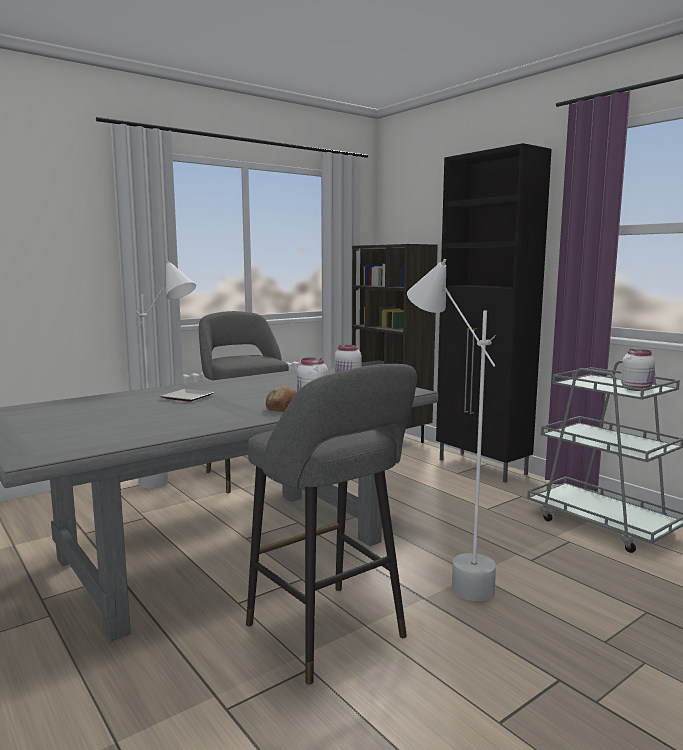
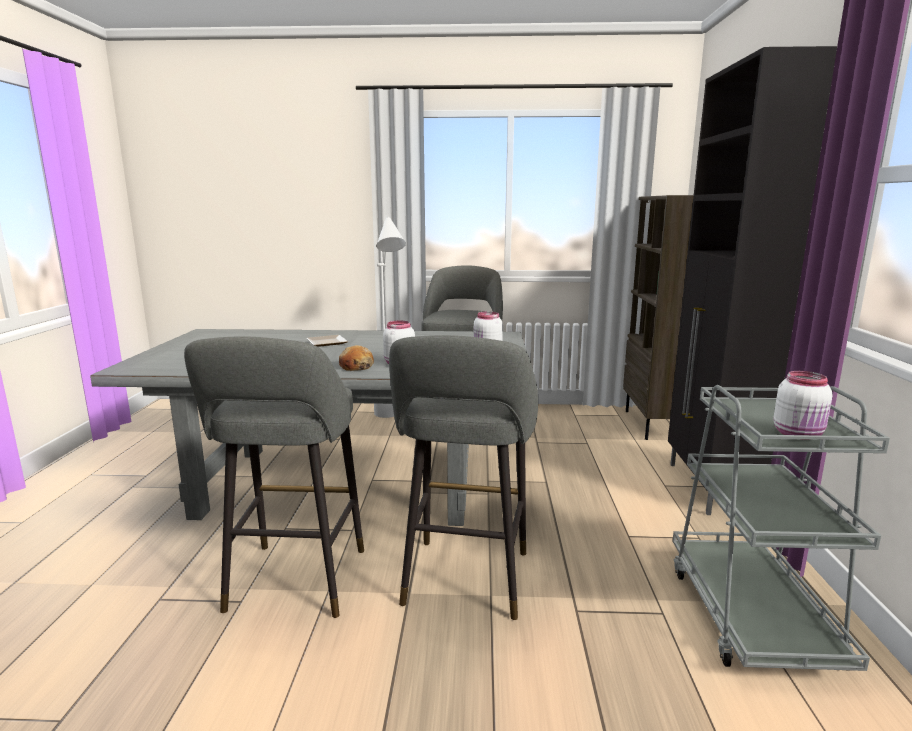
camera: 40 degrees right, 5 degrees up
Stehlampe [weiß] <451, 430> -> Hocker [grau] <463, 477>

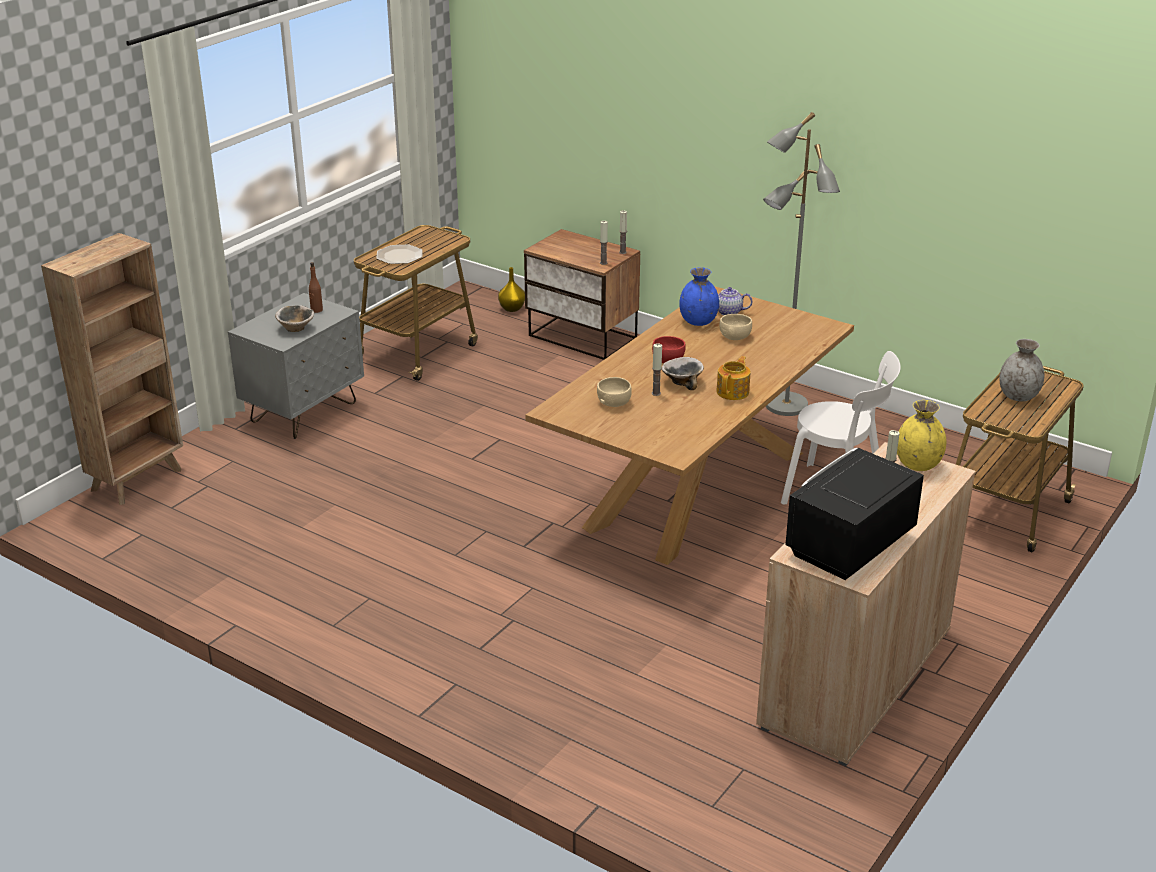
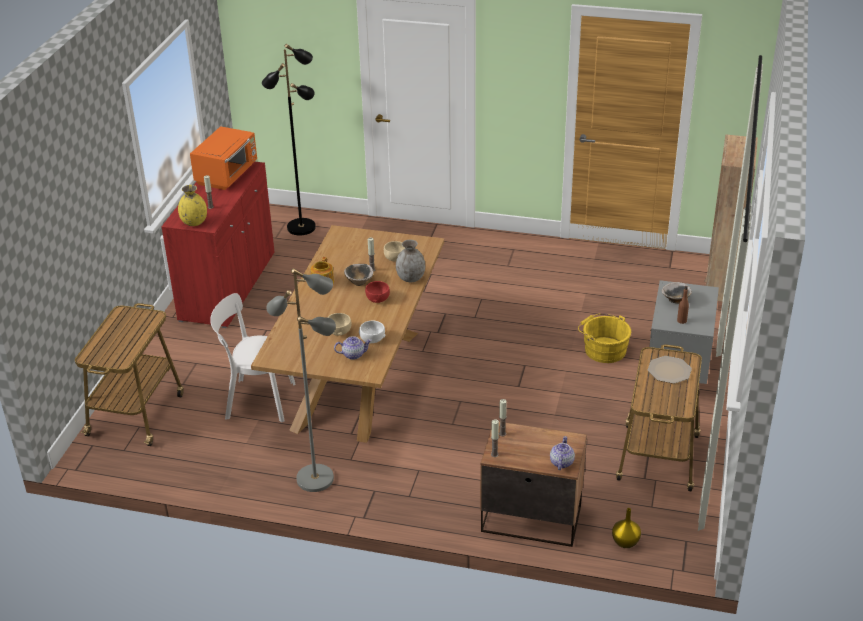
camera: 160 degrees right, 5 degrees up
Vase [blau] <699, 296> -> Schüssel [weiß] <372, 331>
Vase [grau] <1021, 370> -> Vase [grau] <410, 261>, move
Schrank [beige] <866, 604> -> Schrank [rot] <217, 245>
Mikrowelle [schwarz] <854, 514> -> Mikrowelle [orange] <223, 158>
none -> Stehlampe [schwarz] <289, 139>
none -> Eimer [gelb] <604, 338>
none -> Teekanne <562, 453>

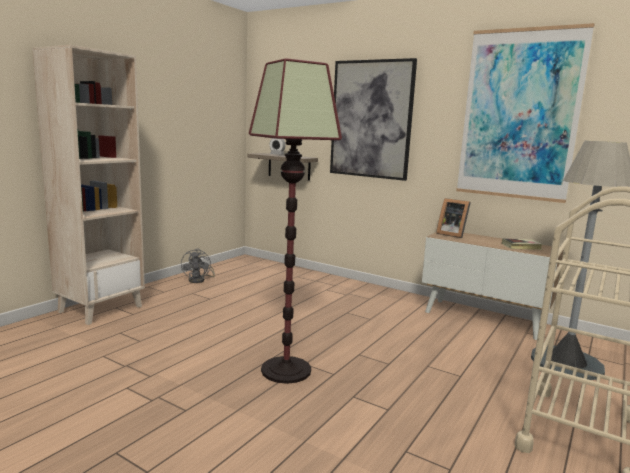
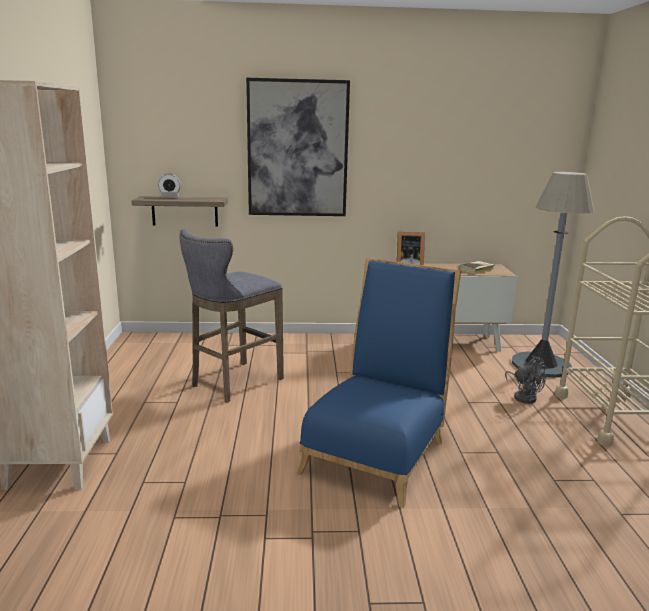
camera: 35 degrees left, 5 degrees up
Bild <525, 113> -> none
Stehlampe <295, 221> -> Stuhl [blau] <379, 383>
Ventilator [grau] <198, 266> -> Ventilator [grau] <526, 379>, move
none -> Hocker [grau] <232, 316>

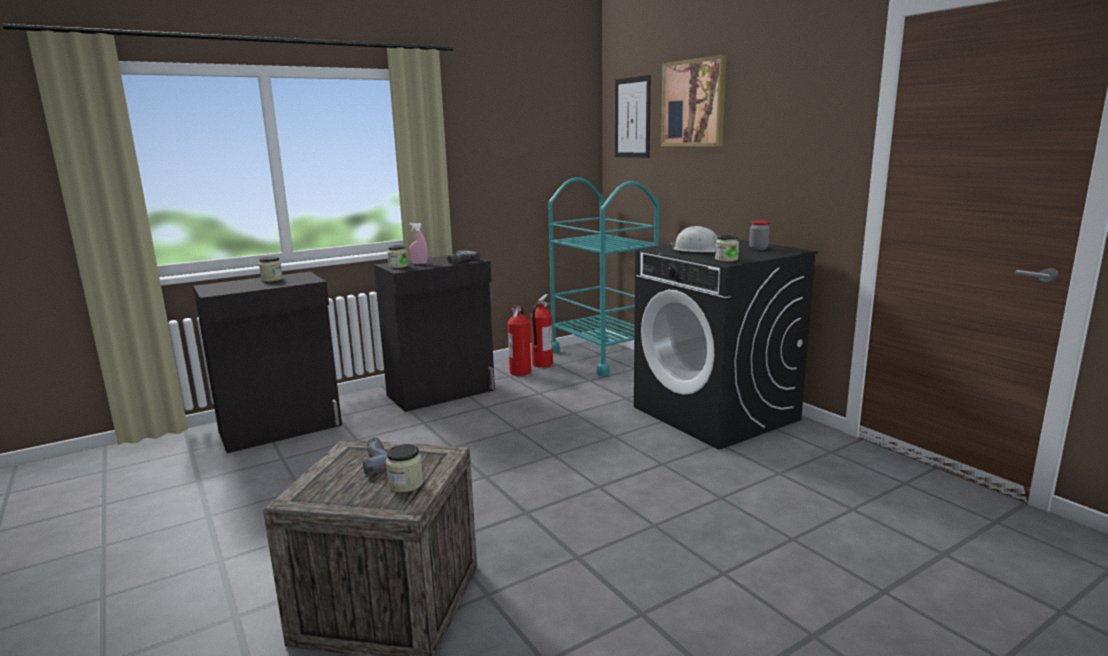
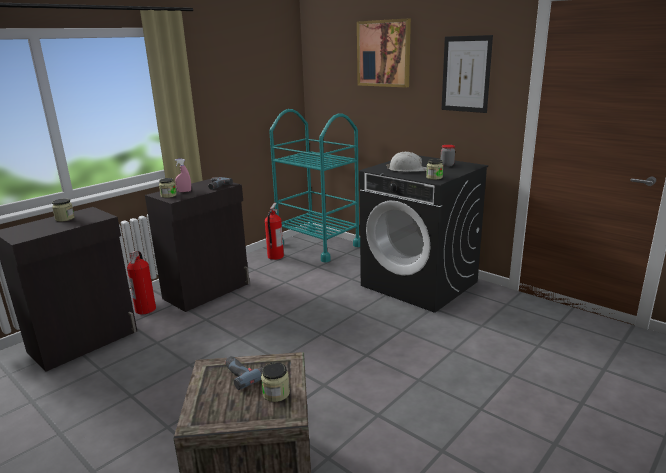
camera: 15 degrees left, 5 degrees up
Bild <633, 116> -> Bild <467, 74>, move
Feuerlöscher <519, 340> -> Feuerlöscher <141, 282>, move

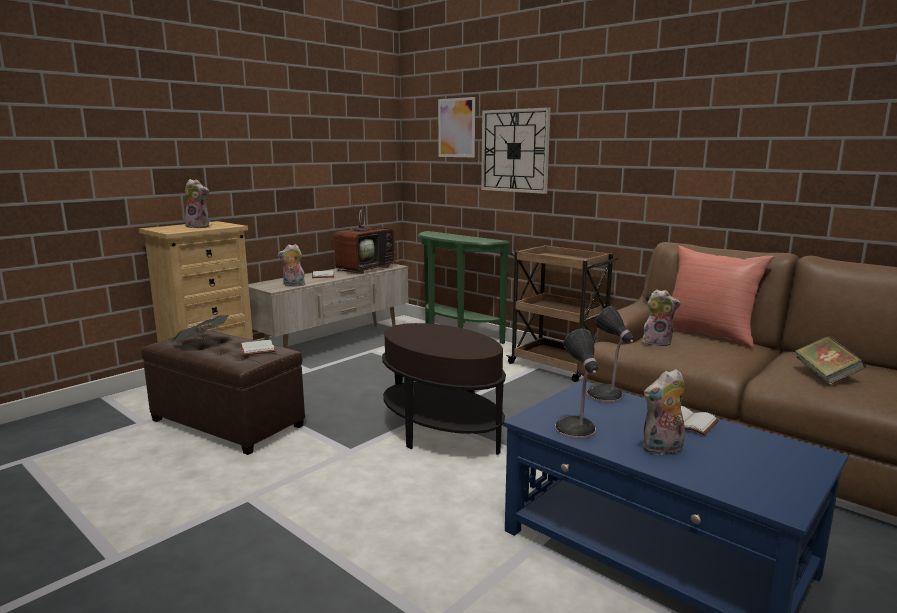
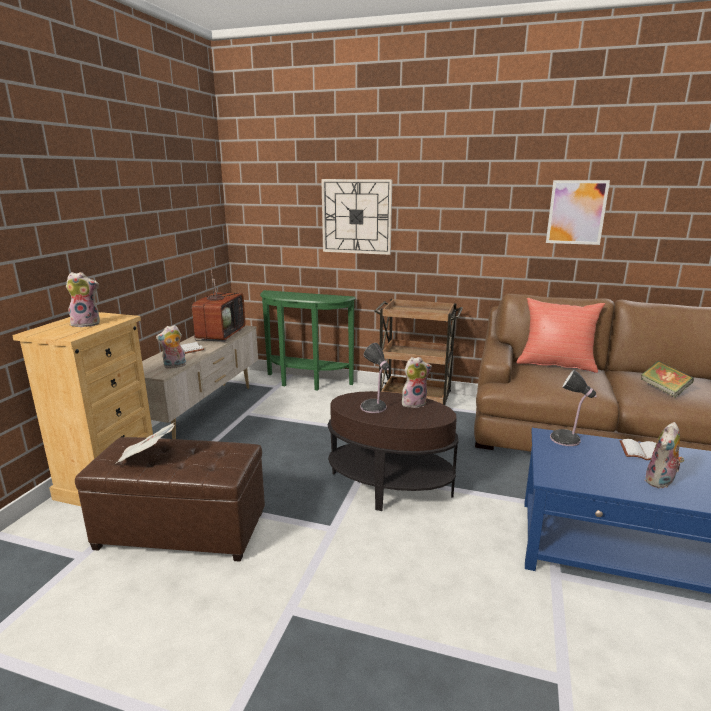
camera: 25 degrees left, 5 degrees up
Bild <456, 127> -> Bild <578, 212>, move
Plüschtier <661, 317> -> Plüschtier <417, 382>, move
Tischlampe <576, 384> -> Tischlampe <374, 378>, move
Buch [weiß] <258, 348> -> none

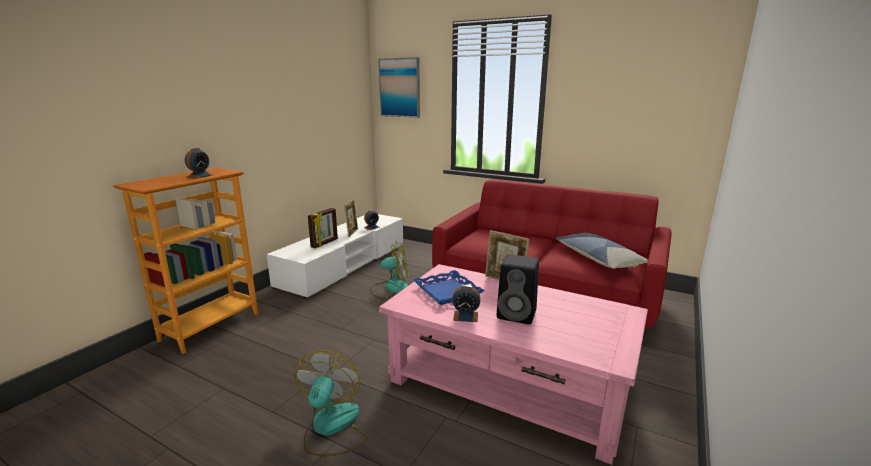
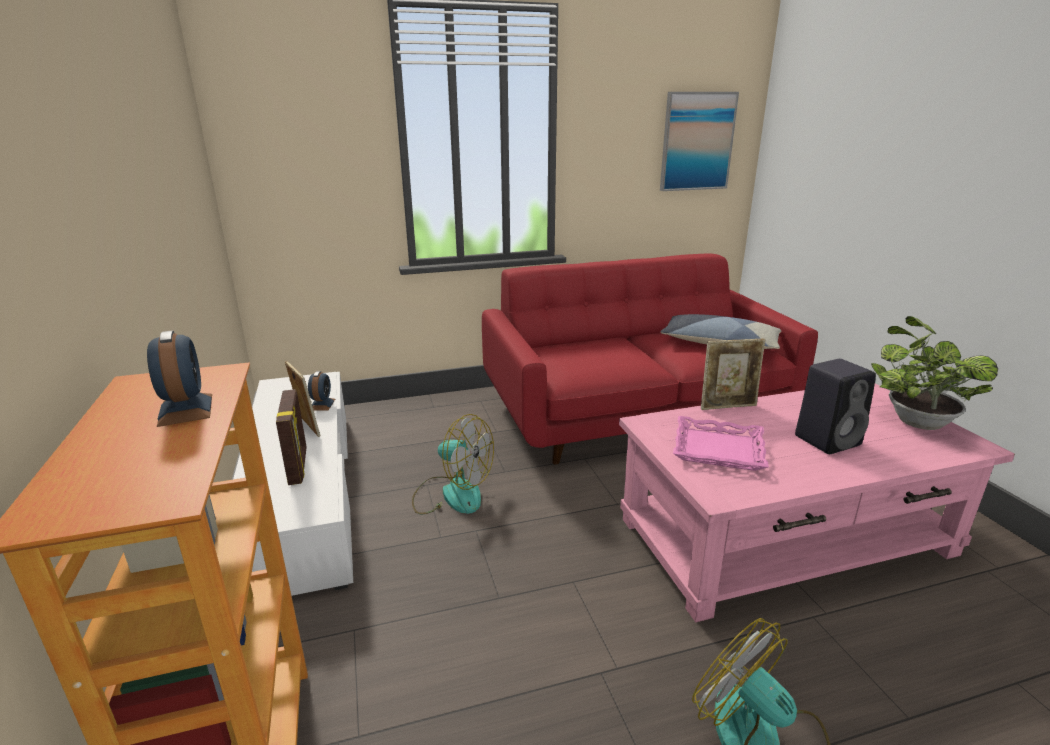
camera: 45 degrees left, 5 degrees up
Bild <399, 87> -> Bild <699, 141>, move
Ventilator <389, 270> -> Ventilator <453, 464>, 75 degrees clockwise
Tablett [blau] <449, 287> -> Tablett [rosa] <721, 443>
Wecker <466, 303> -> none
none -> Topfpflanze <934, 373>

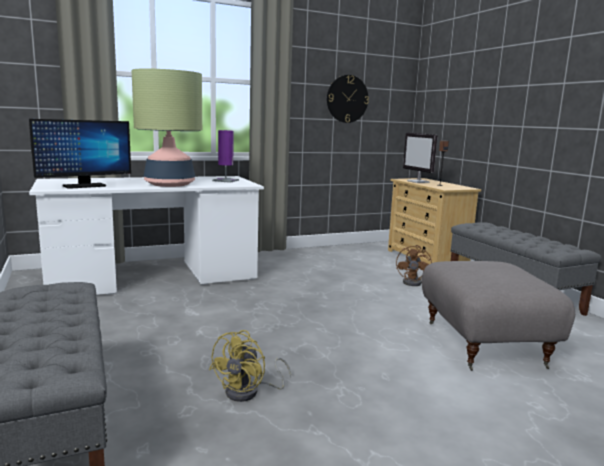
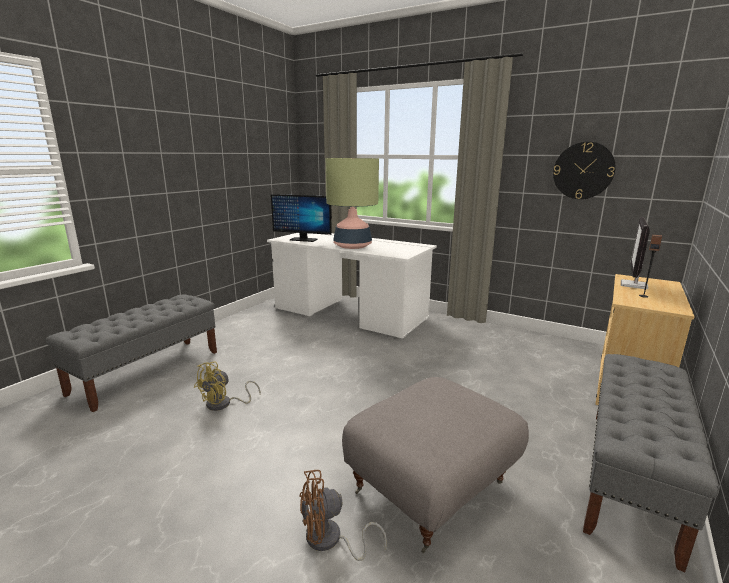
camera: 55 degrees right, 5 degrees up
Tischlampe [lila] <225, 156> -> none
Ventilator [braun] <414, 265> -> Ventilator [braun] <343, 515>, move
Ventilator [gelb] <250, 366> -> Ventilator [gelb] <227, 386>, 45 degrees counterclockwise

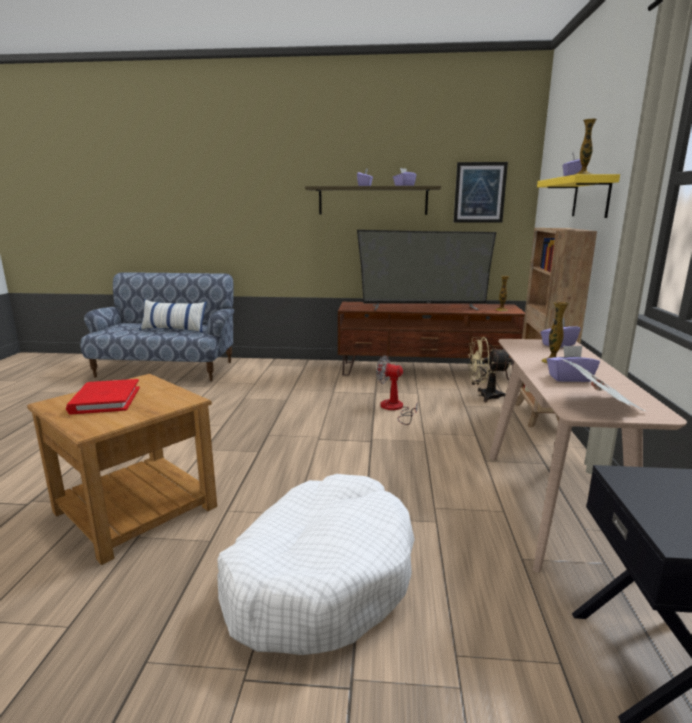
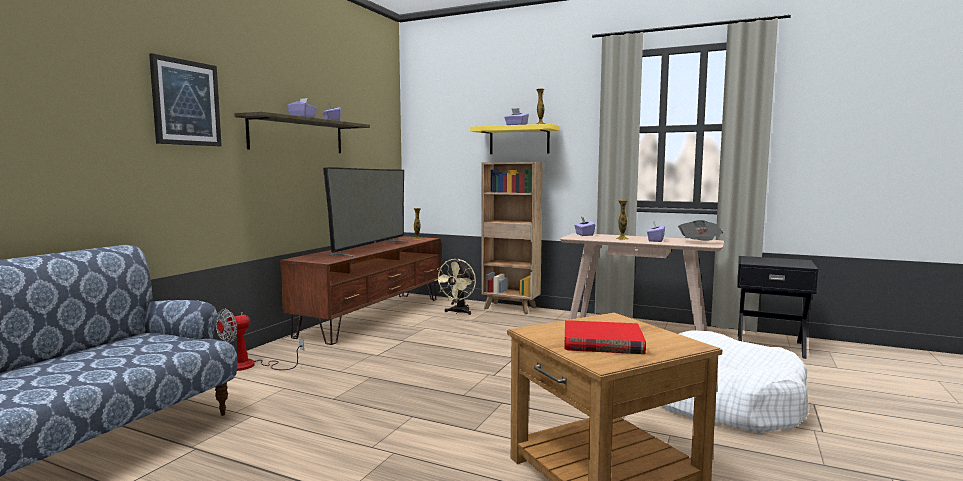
camera: 70 degrees left, 10 degrees down
Bild <481, 192> -> Bild <185, 99>, move
Kissen <173, 316> -> none
Ventilator <397, 390> -> Ventilator <260, 339>, move

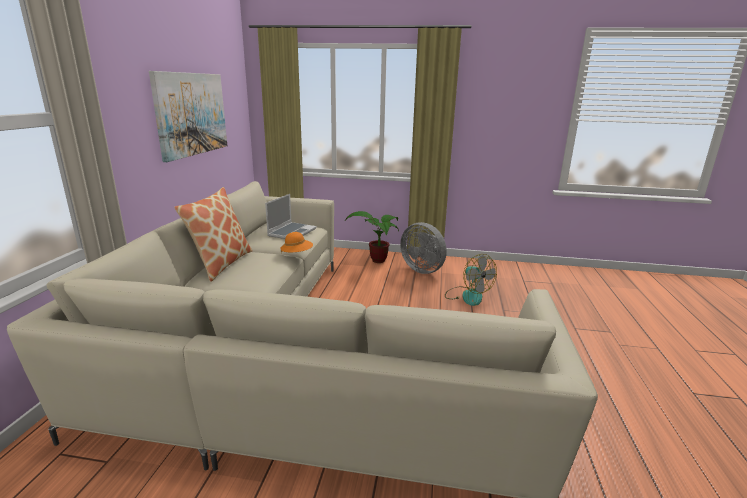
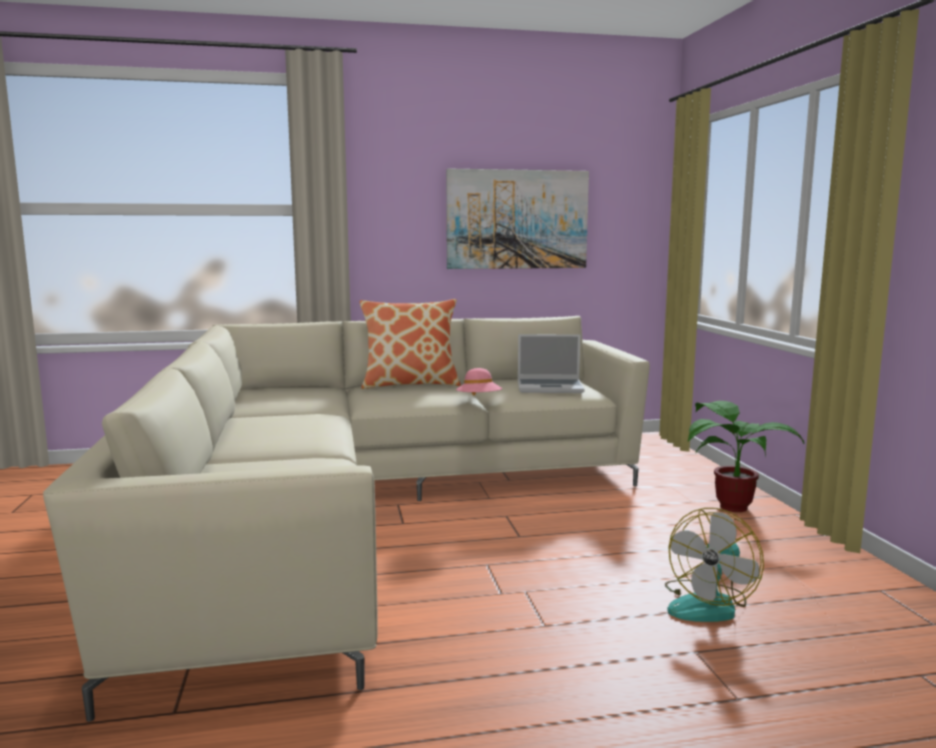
camera: 70 degrees right, 10 degrees down
Ventilator [grau] <423, 248> -> none
Hut [orange] <296, 242> -> Hut [rosa] <479, 382>

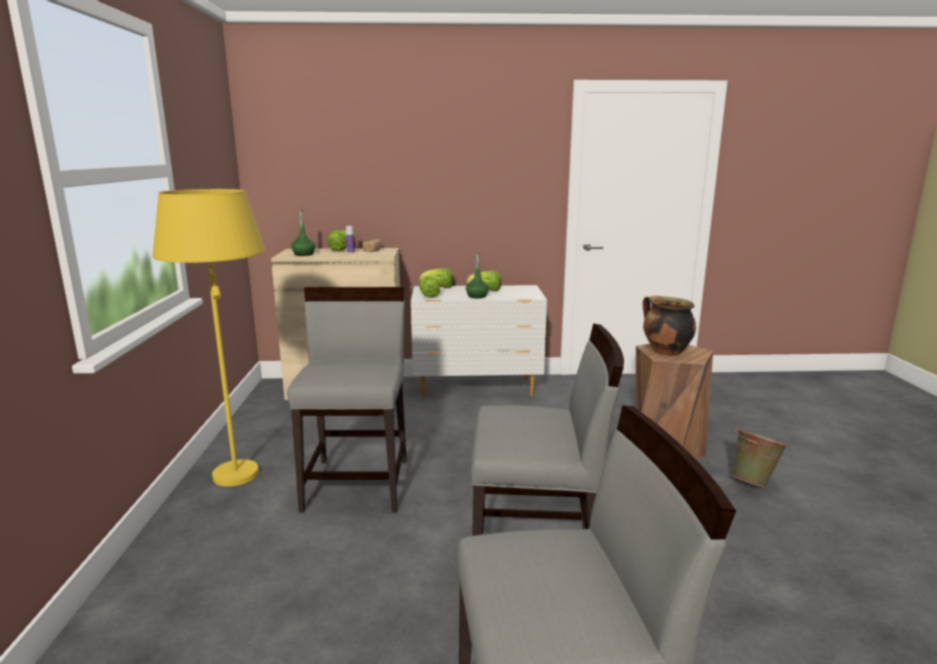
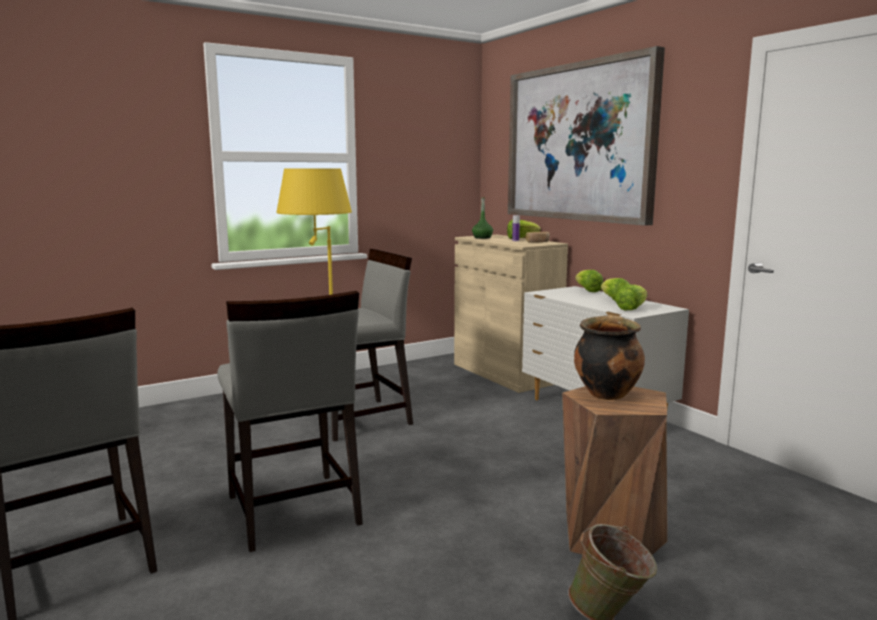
camera: 60 degrees right, 5 degrees down
Flasche [grün] <477, 275> -> none
Salatkopf <429, 286> -> Salatkopf <631, 297>, move
none -> Bild <586, 136>

